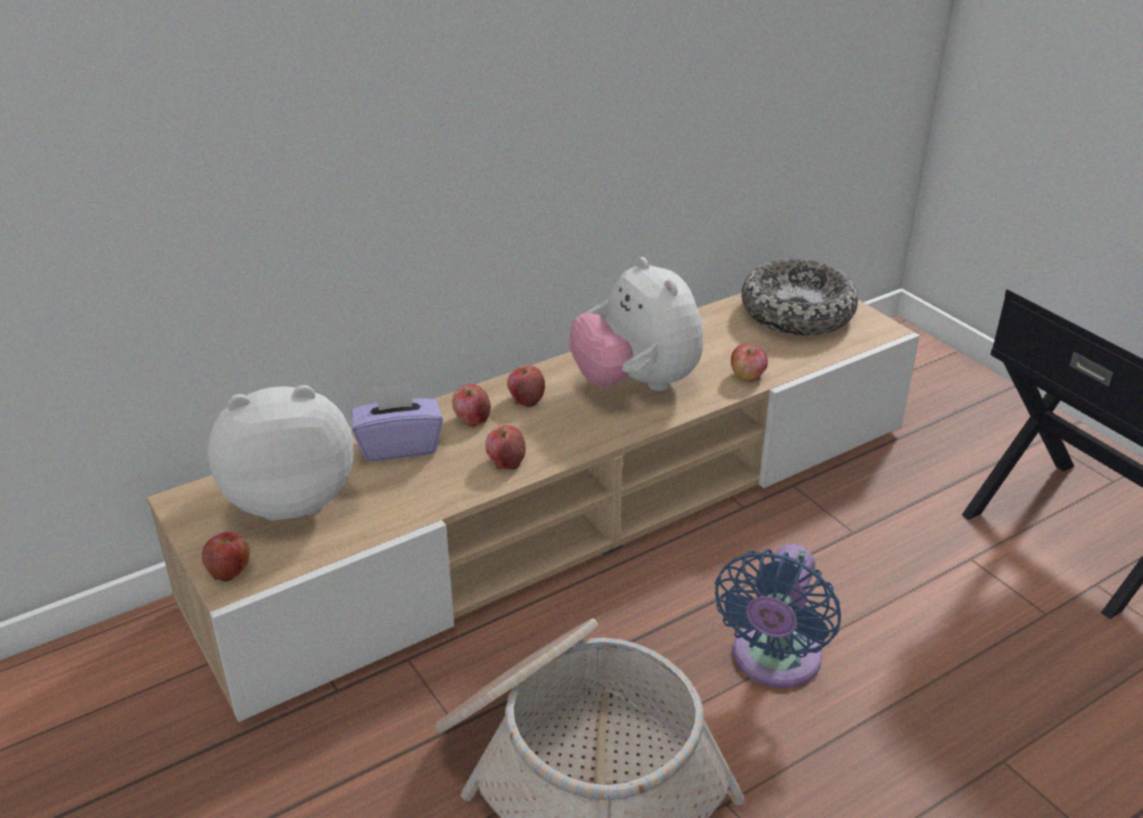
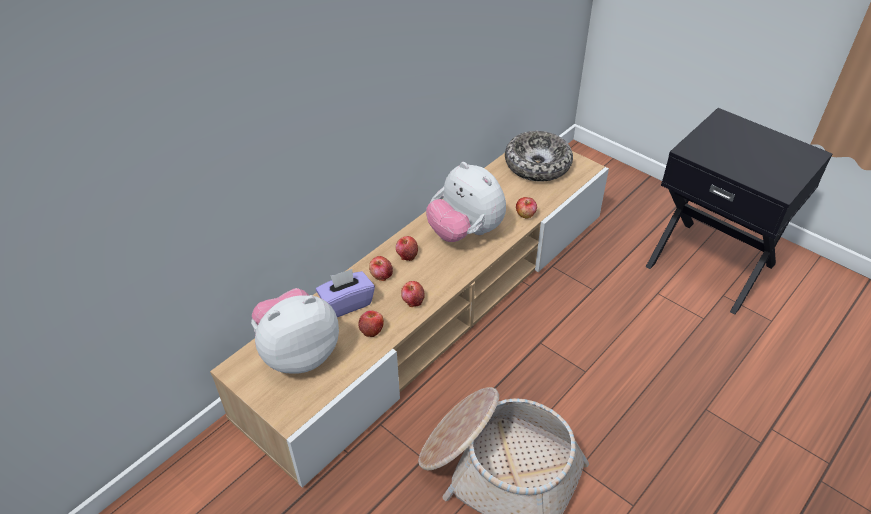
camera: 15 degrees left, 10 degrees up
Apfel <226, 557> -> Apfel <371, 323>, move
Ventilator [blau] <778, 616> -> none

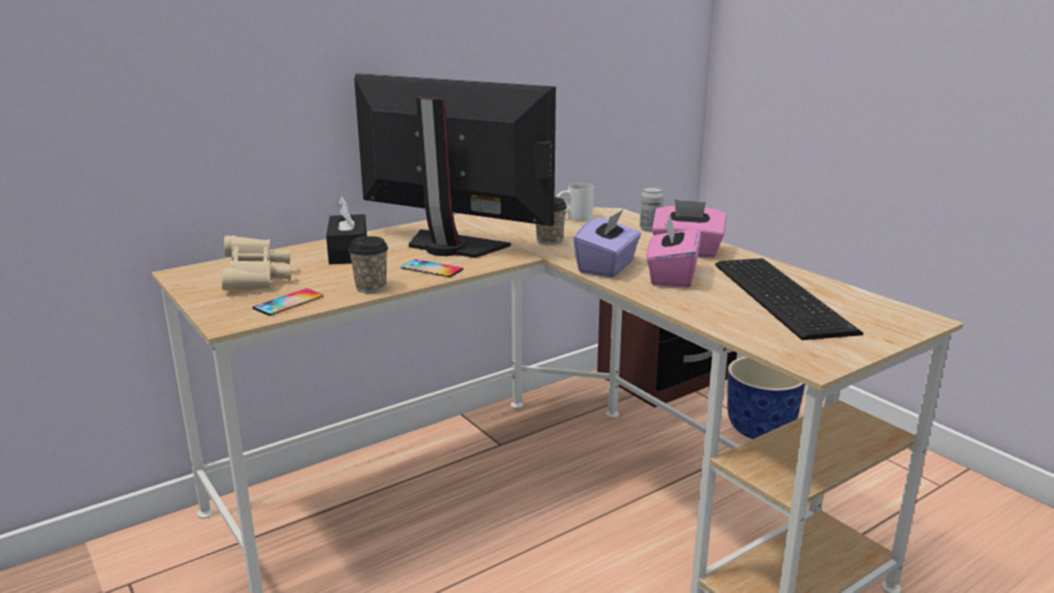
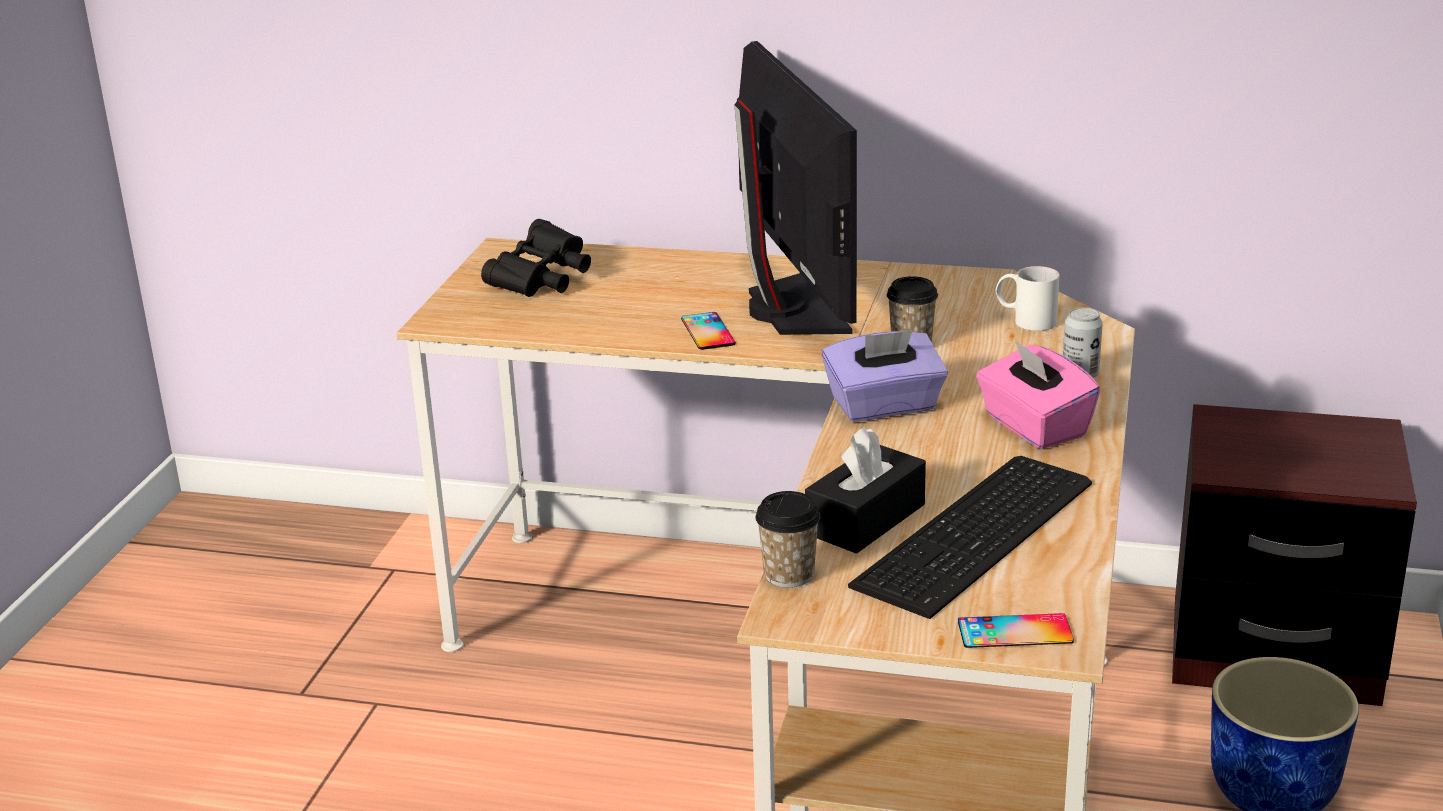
camera: 50 degrees right, 5 degrees up
Taschentuchbox [schwarz] <346, 230> -> Taschentuchbox [schwarz] <865, 490>, move
Taschentuchbox [rosa] <673, 251> -> none
Fernglas [beige] <256, 263> -> Fernglas [schwarz] <536, 258>
Tasse <368, 264> -> Tasse <788, 539>, move
Handy <288, 302> -> Handy <1016, 630>, move

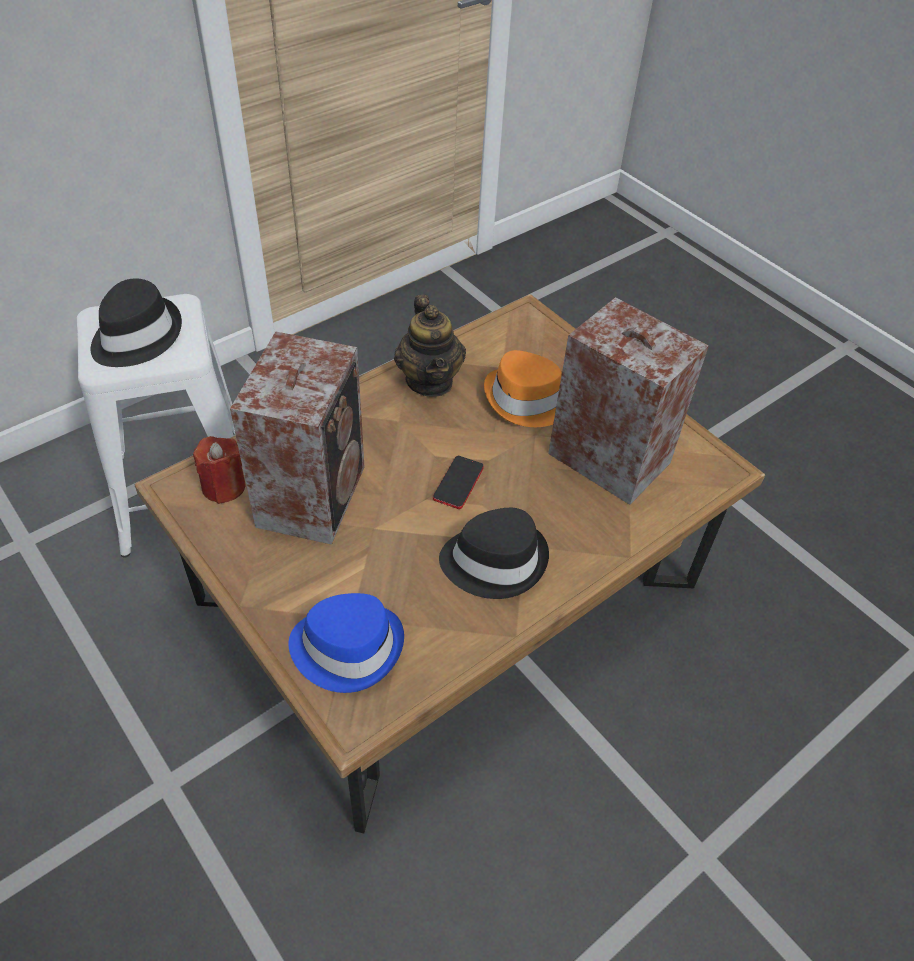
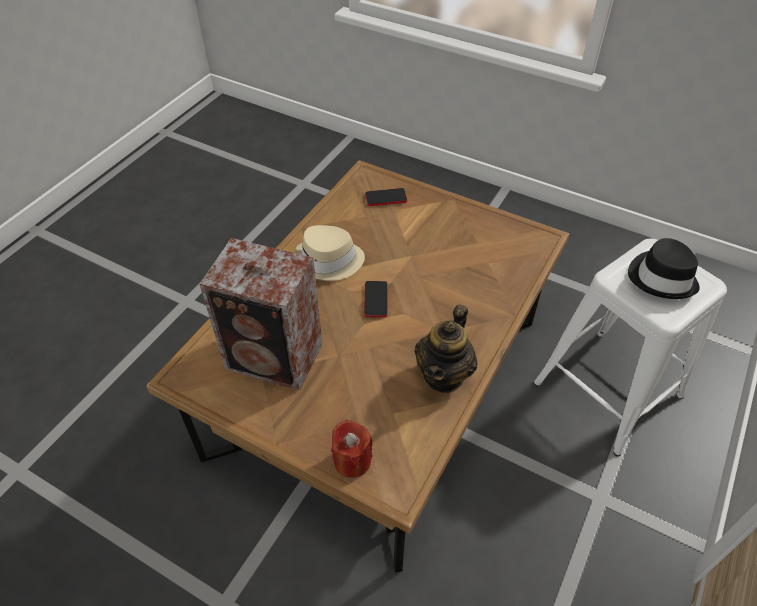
camera: 160 degrees right, 0 degrees up
Teekanne <430, 346> -> Teekanne <445, 348>, 120 degrees counterclockwise
Lautsprecher <297, 438> -> none
Hut [orange] <523, 388> -> none
Kerze [rot] <219, 470> -> Kerze [rot] <352, 449>, move
Hut [schwarz] <494, 553> -> Hut [beige] <329, 253>
Hut [blau] <346, 643> -> Handy <386, 197>

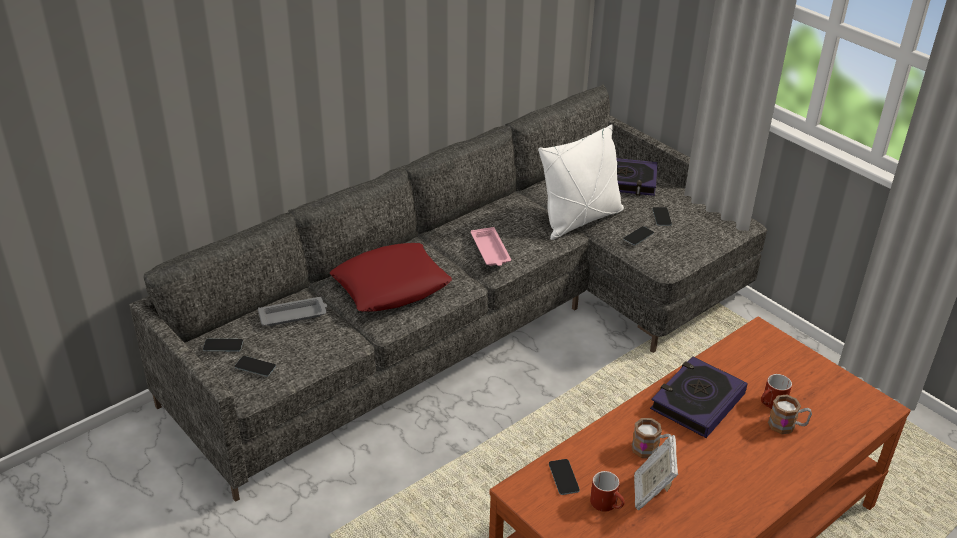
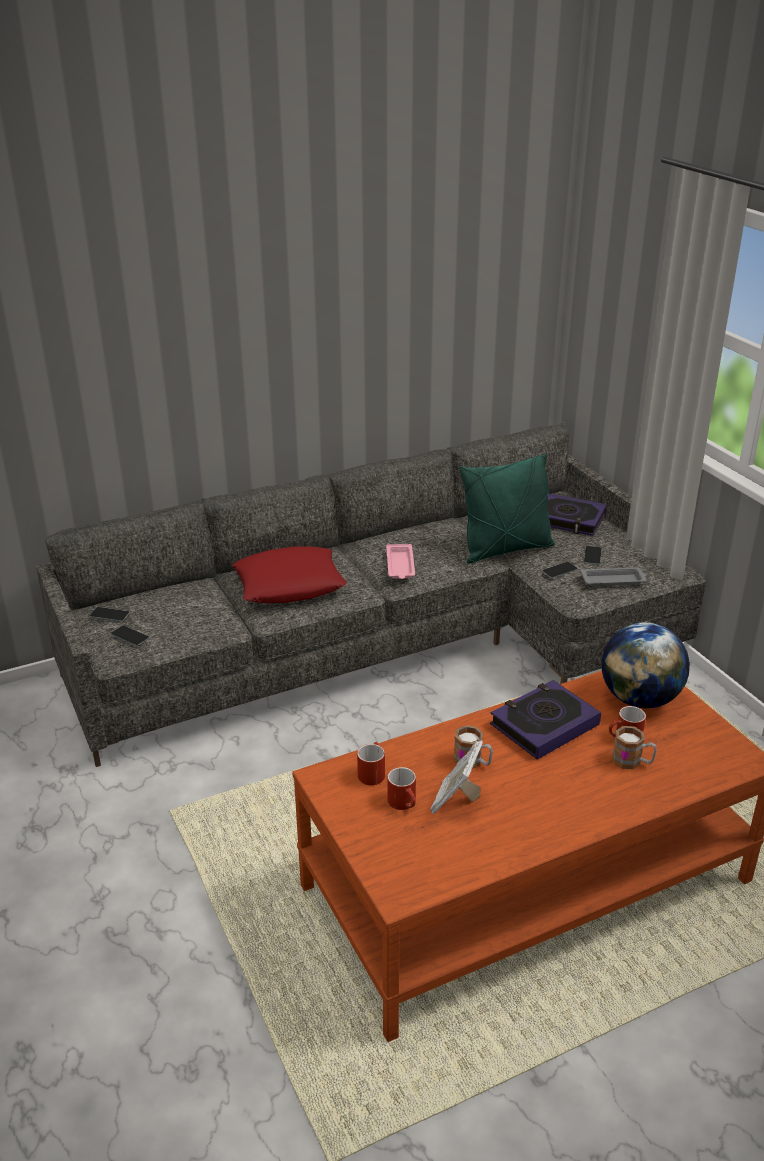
camera: 15 degrees right, 5 degrees down
Kissen [weiß] <581, 182> -> Kissen [grün] <507, 508>
Tablett [grau] <292, 311> -> Tablett [grau] <613, 576>, move
Handy <564, 477> -> Henkelbecher [rot] <371, 763>
none -> Globus <645, 665>

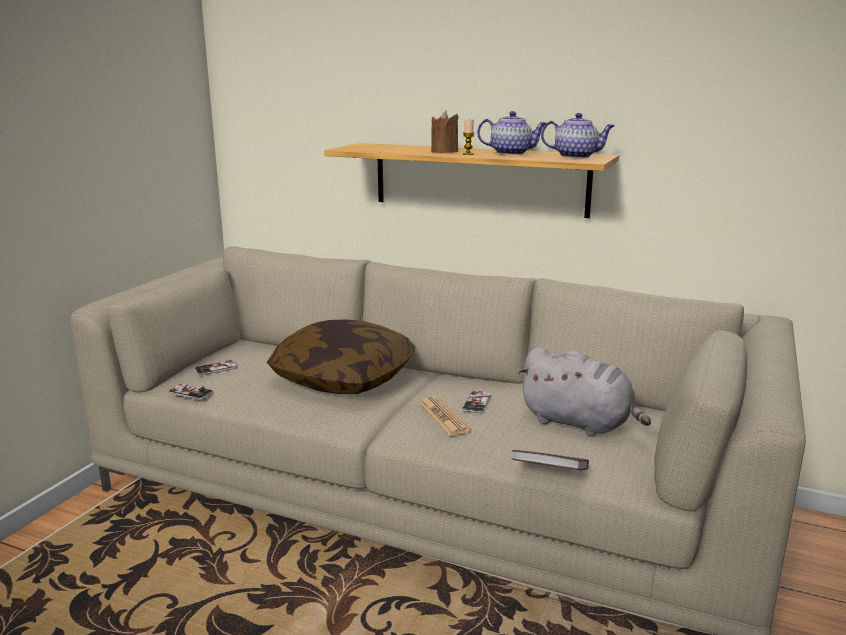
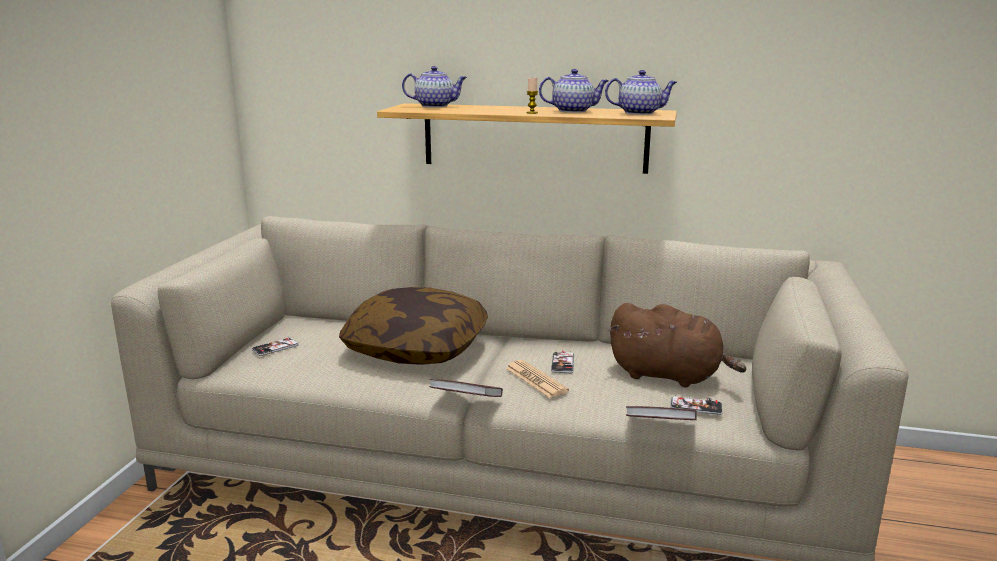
camera: 10 degrees left, 0 degrees up
Kerze [braun] <445, 132> -> none
Plüschtier [grau] <584, 391> -> Plüschtier [braun] <677, 345>
Handy <190, 391> -> Handy <696, 405>, move
none -> Teekanne <434, 87>
none -> Buch <466, 388>

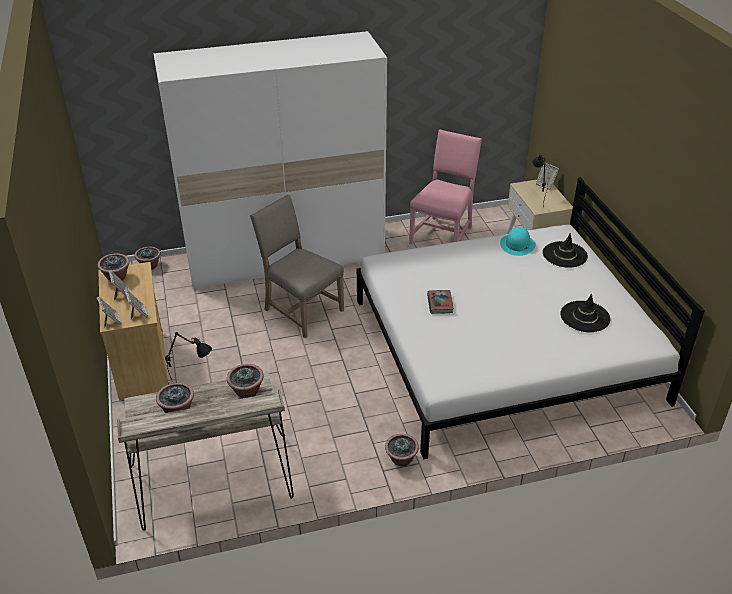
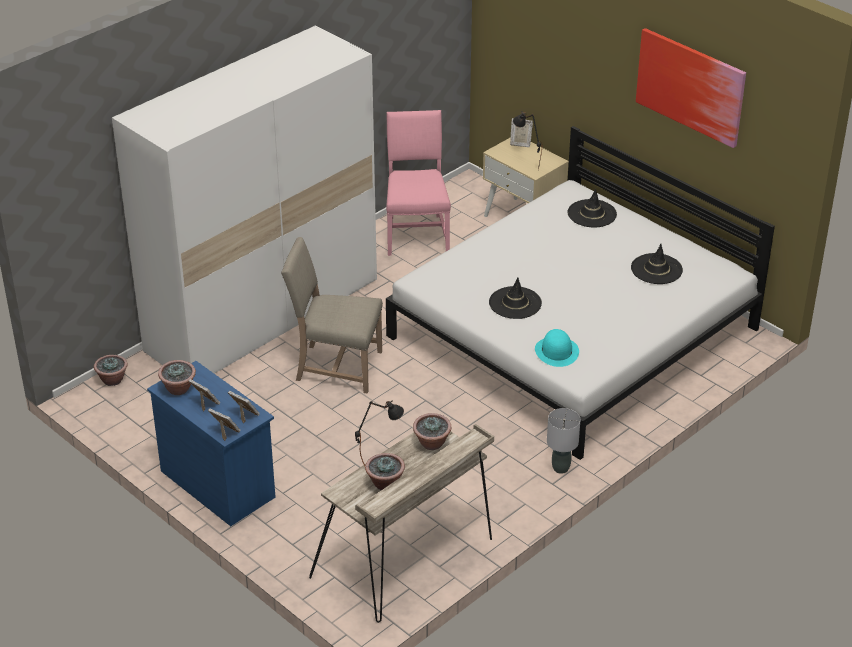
camera: 30 degrees left, 0 degrees up
Hut [türkis] <518, 241> -> Hut [türkis] <557, 348>, move
Kommode [beige] <133, 331> -> Kommode [blau] <211, 443>
Buch <440, 302> -> Hut [schwarz] <515, 298>
Topfpflanze <402, 450> -> Tischlampe [grau] <564, 441>
none -> Bild <691, 88>

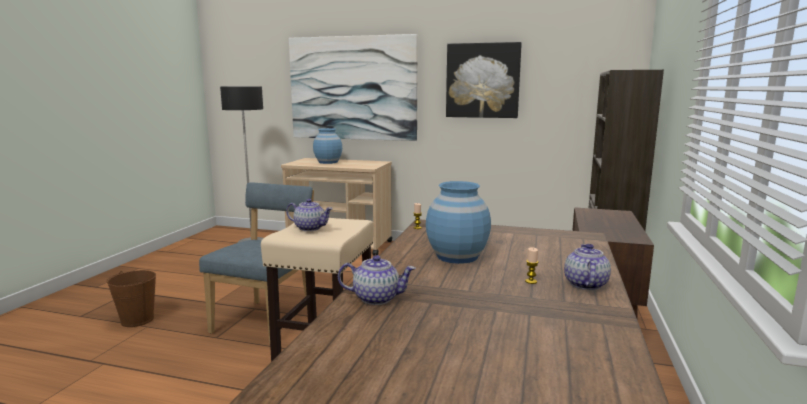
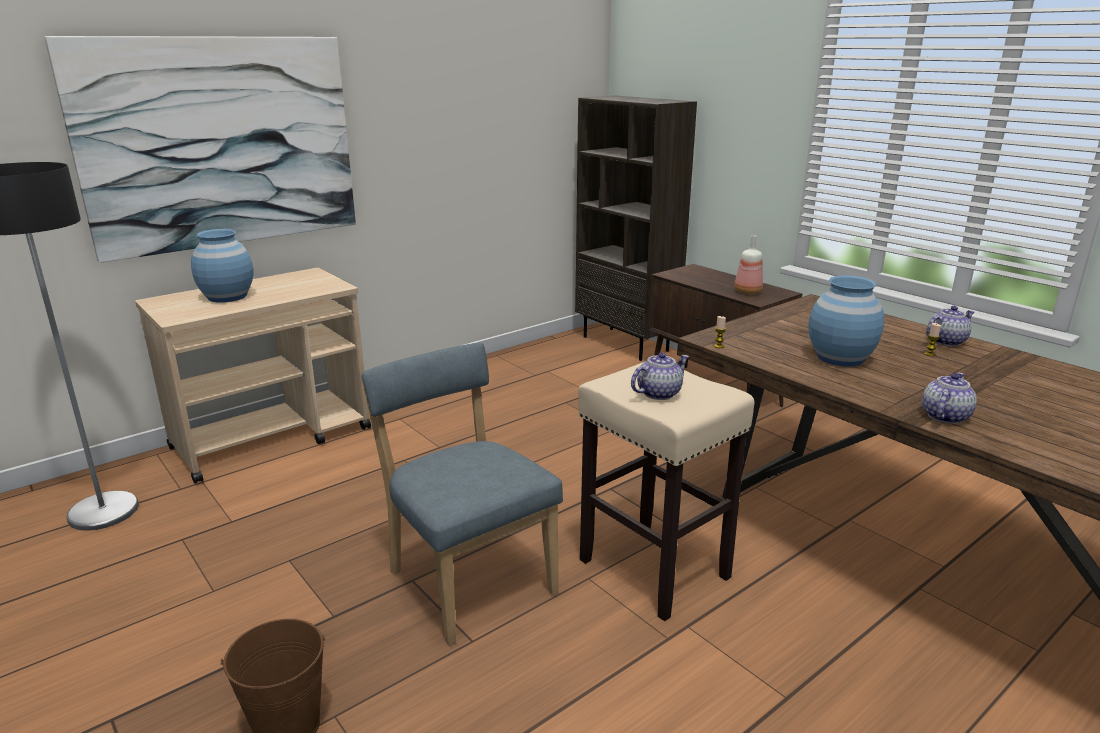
camera: 55 degrees left, 10 degrees up
Bild <484, 80> -> none
Teekanne <587, 267> -> Teekanne <950, 326>, 105 degrees clockwise
none -> Flasche <748, 264>

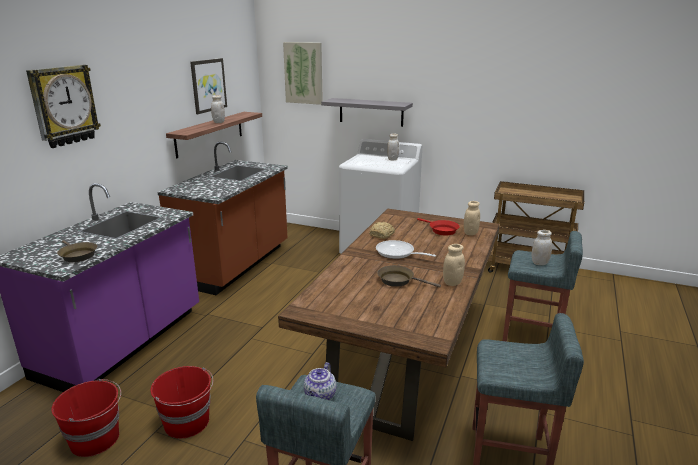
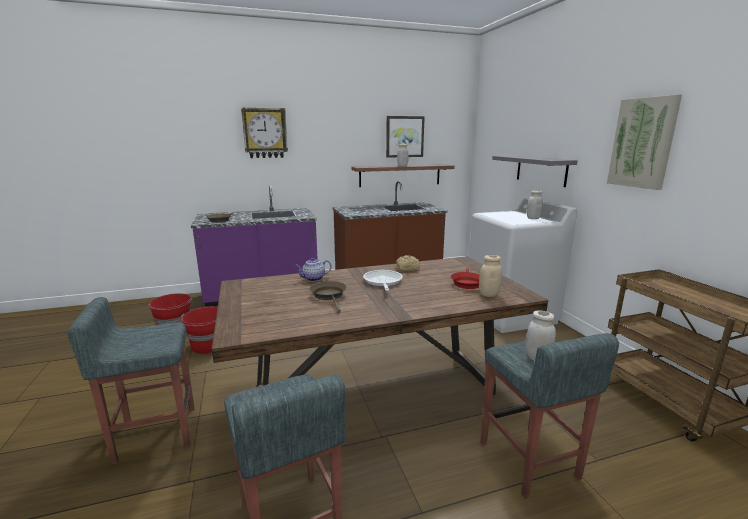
camera: 50 degrees right, 5 degrees down
Bild <303, 73> -> Bild <644, 142>, move
Vorratsglas [beige] <454, 265> -> none
Teekanne <320, 381> -> Teekanne <313, 269>, move

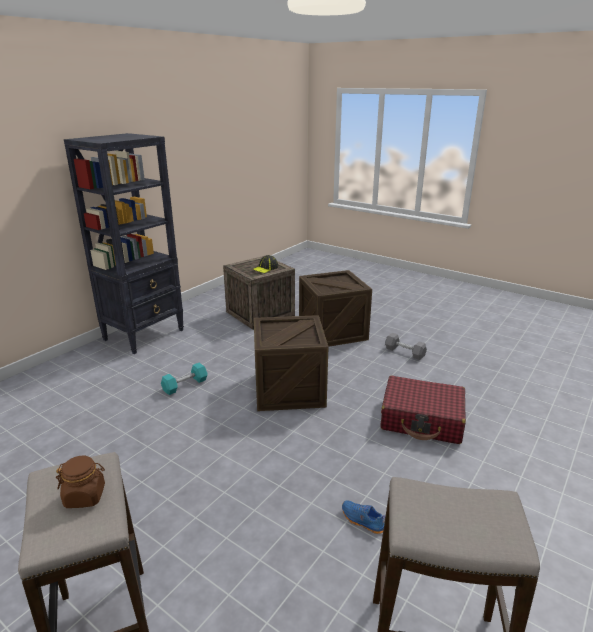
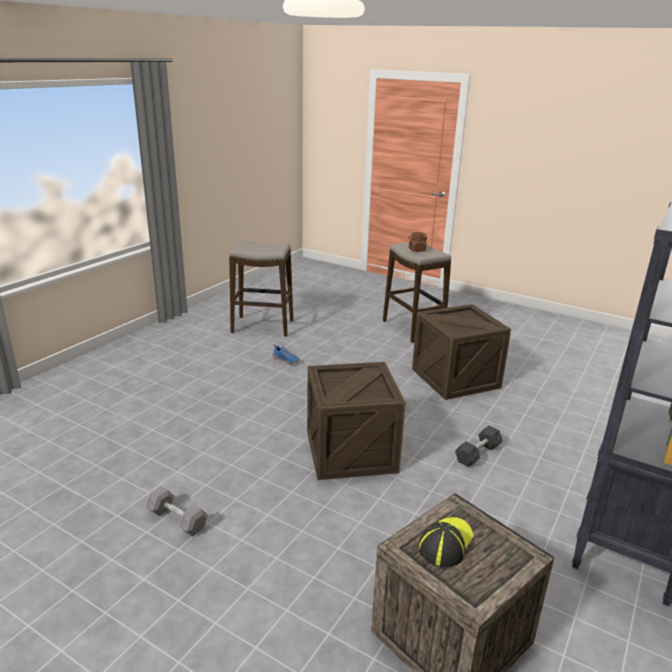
camera: 175 degrees right, 0 degrees up
Kiste <335, 308> -> Kiste <461, 352>, move
Hantel [türkis] <184, 379> -> Hantel [grau] <479, 446>
Koffer [rot] <423, 410> -> none

